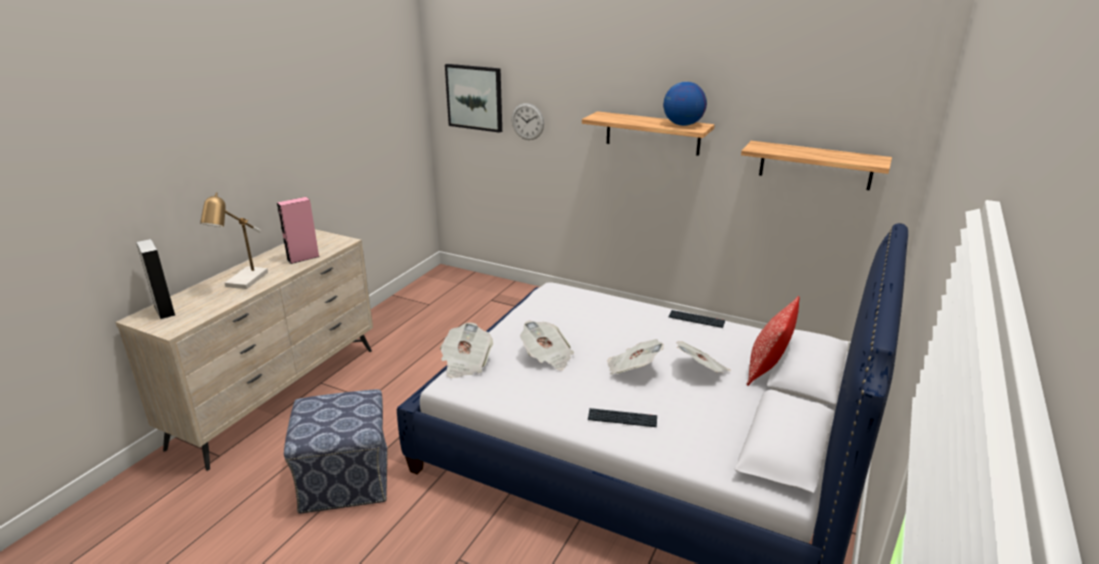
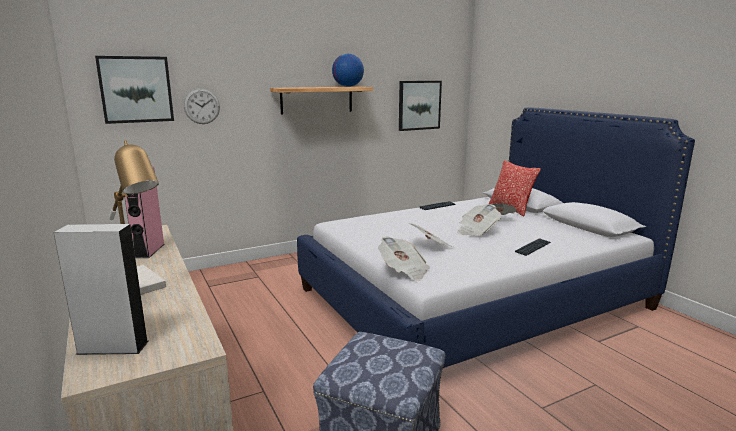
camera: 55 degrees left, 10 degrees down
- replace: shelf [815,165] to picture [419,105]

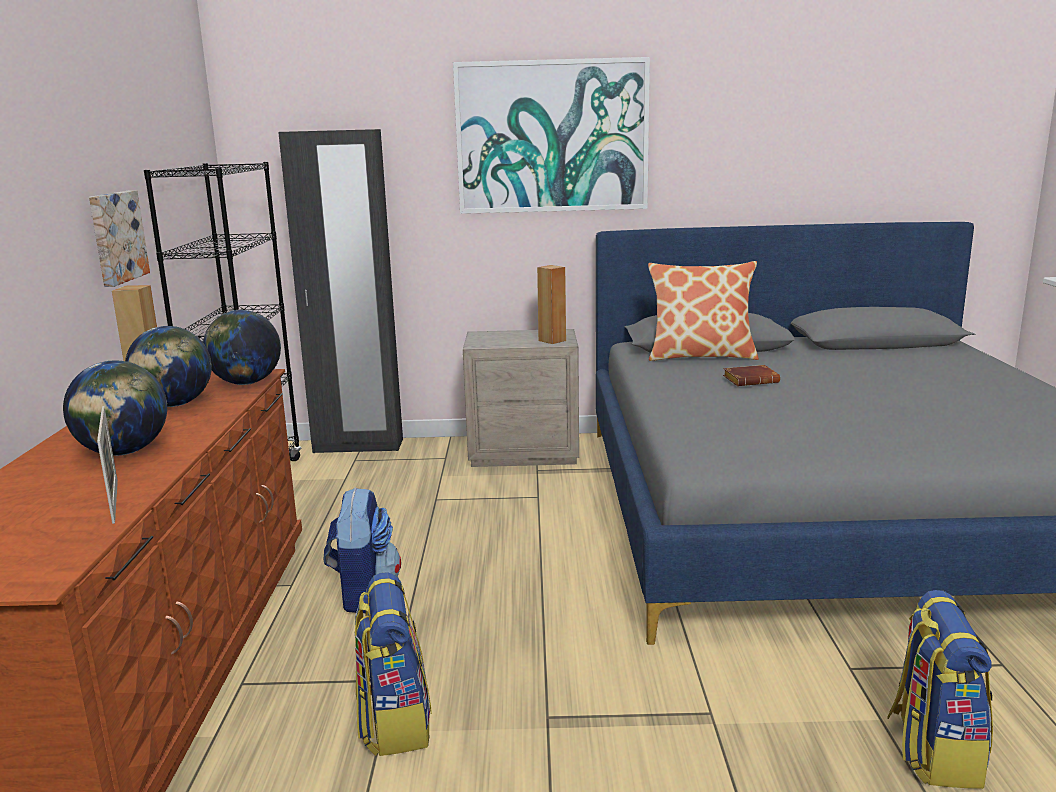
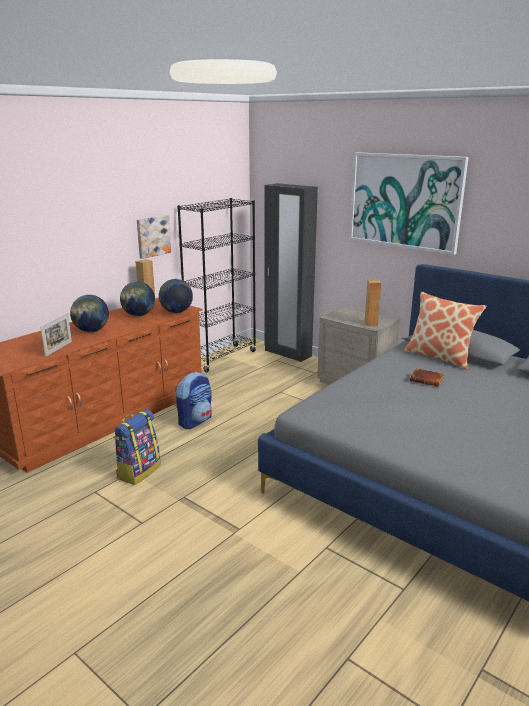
camera: 40 degrees right, 5 degrees up
- delete: backpack [933,750]

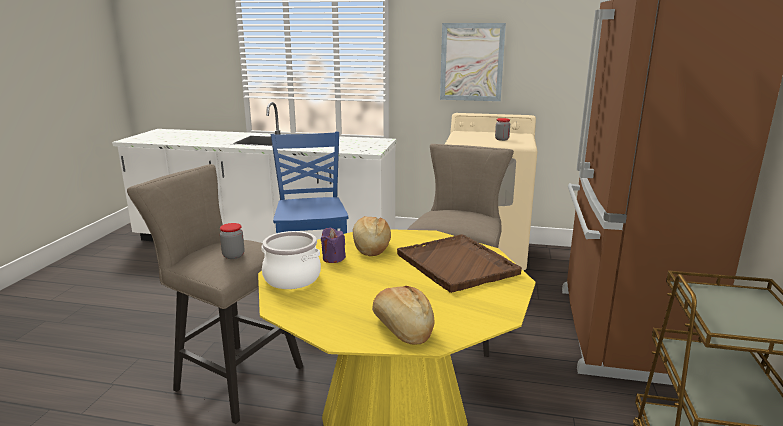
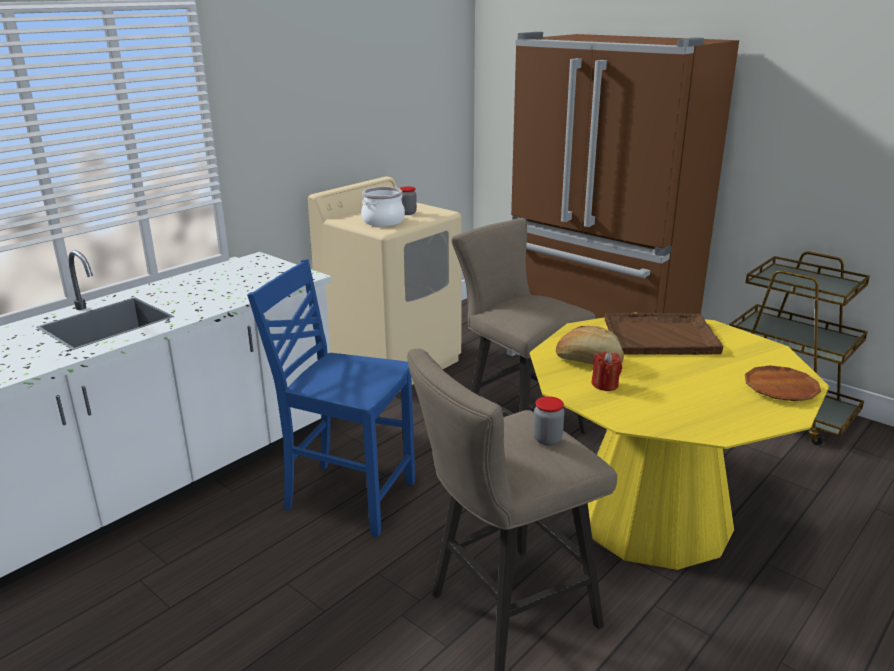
camera: 60 degrees left, 5 degrees up
- move: cooking pot [292,278] to [383,221]
- recolor: purple candle [333,258] to red candle [605,385]
- replace: bread [402,329] to brown plate [781,388]
- delete: picture [471,62]

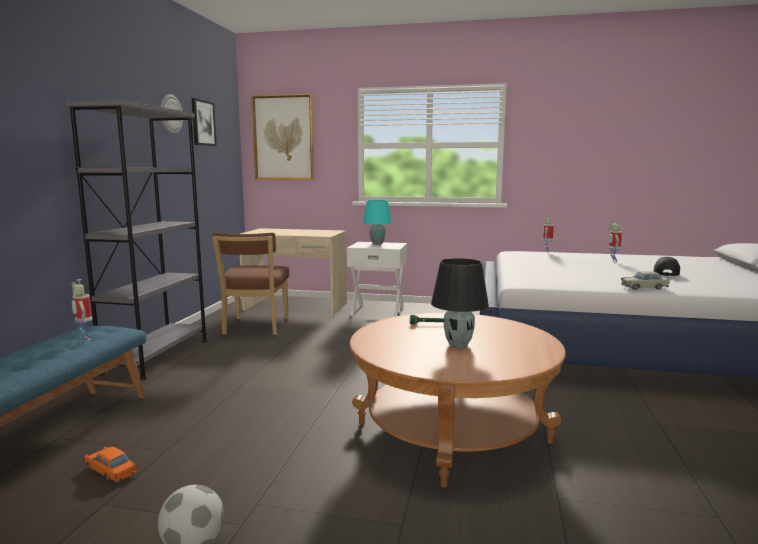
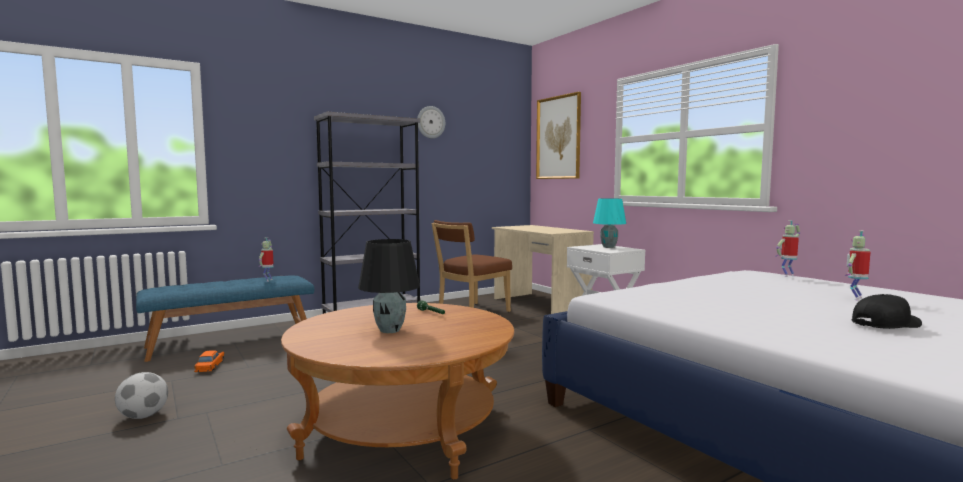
camera: 45 degrees right, 5 degrees down
- delete: picture [203,123]
- delete: beige toy car [644,287]

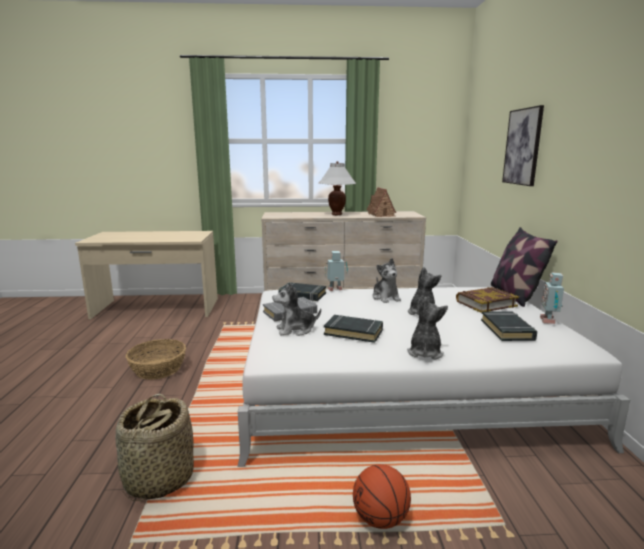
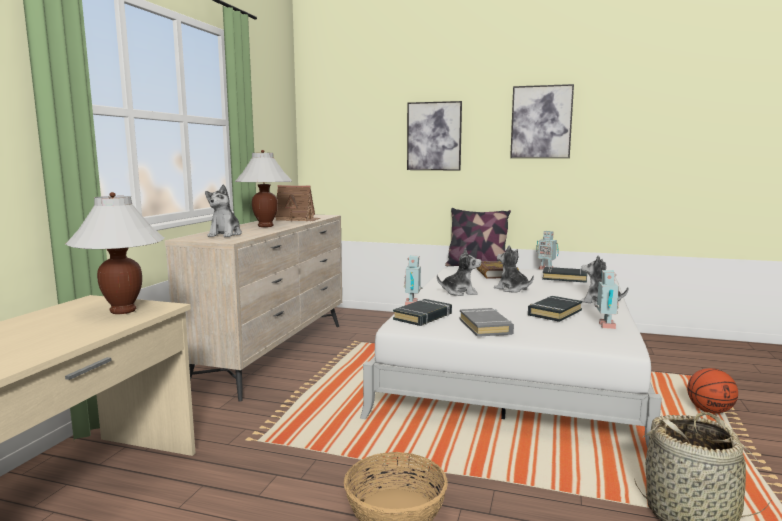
camera: 70 degrees left, 5 degrees down
- move: plush toy [295,330] to [225,234]
- insert: white table lamp [123,311]
- insert: picture [541,122]
- insert: toy robot [605,326]

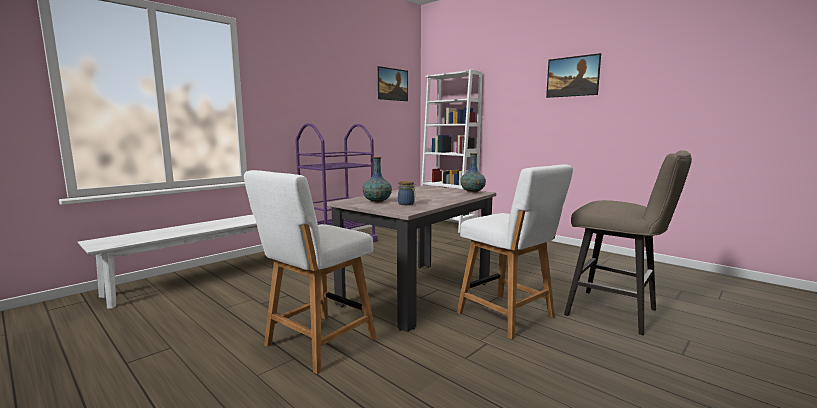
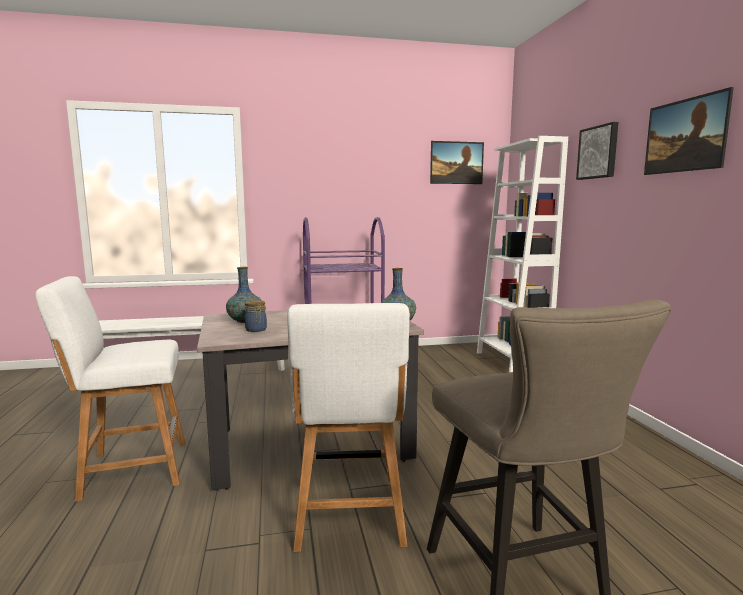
camera: 35 degrees right, 0 degrees up
- insert: picture [598,152]

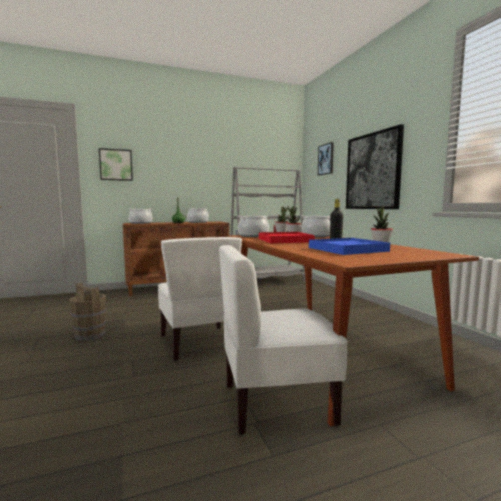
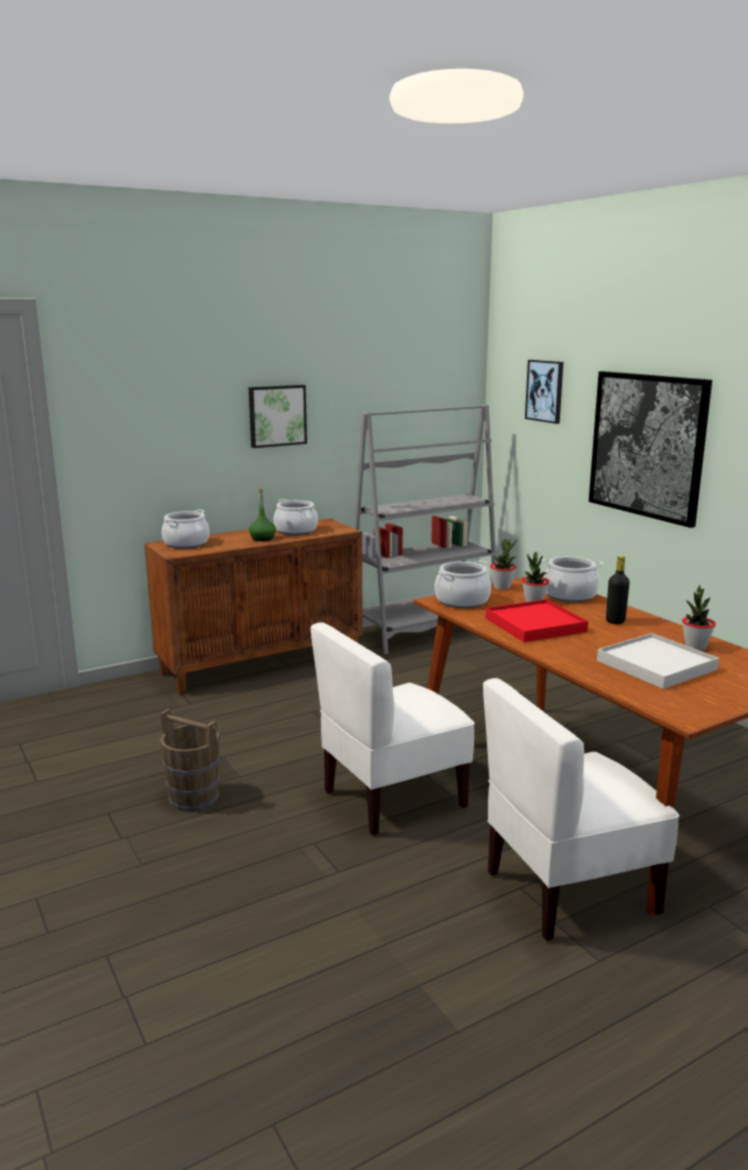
camera: 10 degrees left, 10 degrees up
- move: picture [116,165] to [276,415]
- rotate: white chair [197,343] = [392,798] 90 degrees clockwise
- recolor: blue tray [347,249] to white tray [656,665]

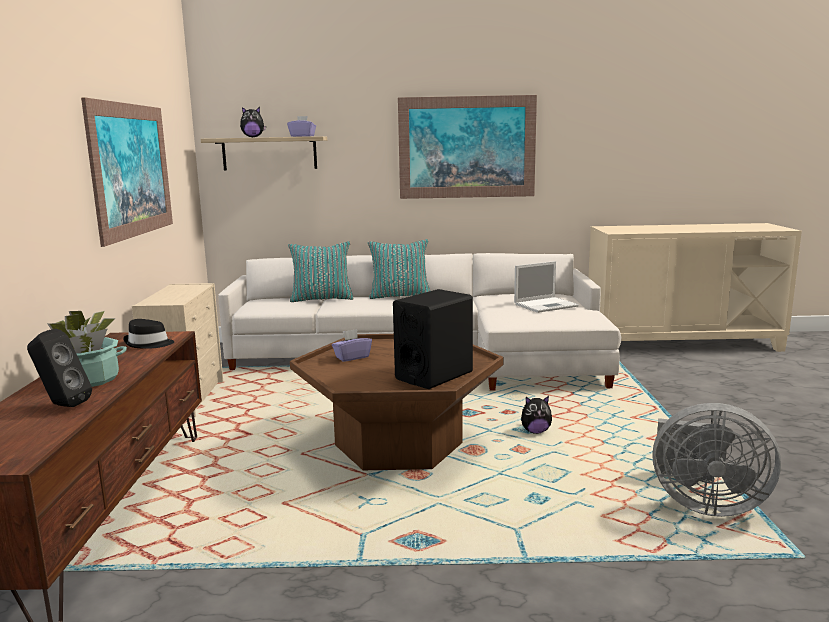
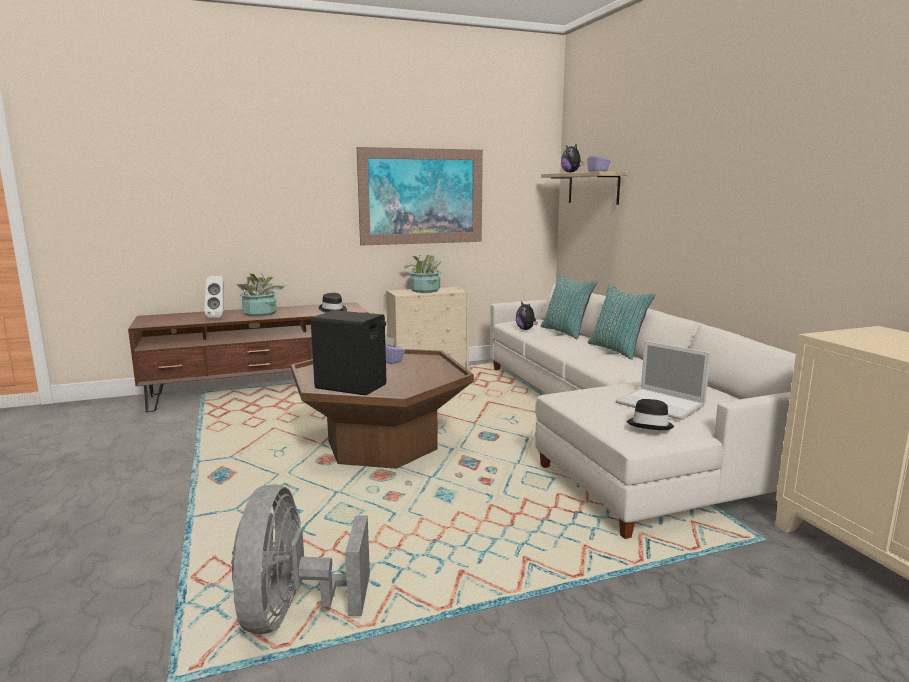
camera: 70 degrees right, 0 degrees up
- recolor: black speaker [62,405] to white speaker [218,317]
- delete: picture [467,147]
- move: plush toy [535,431] to [526,329]
- insert: potted plant [425,290]
- insert: black hat [650,425]

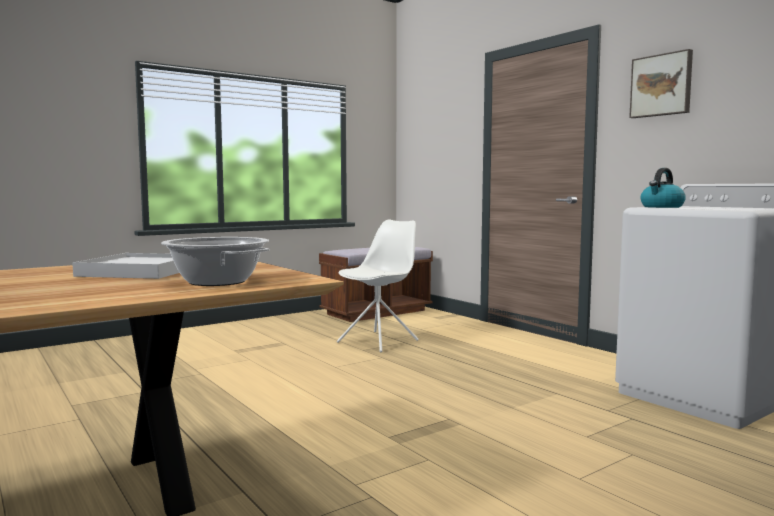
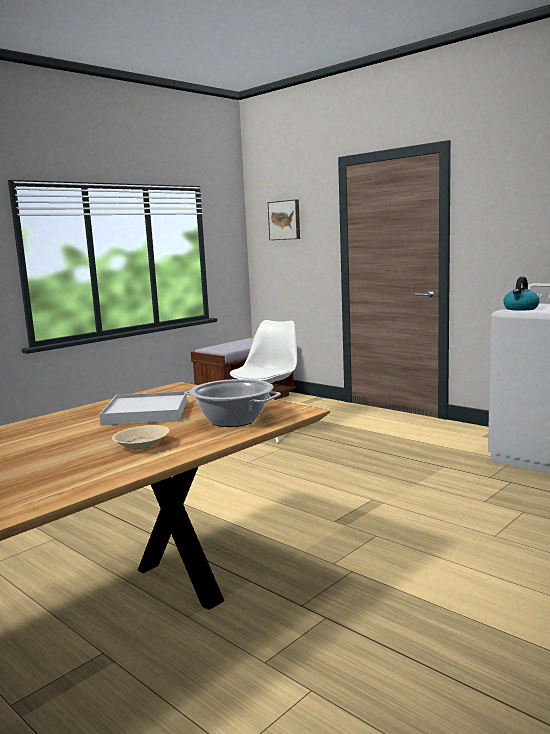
camera: 10 degrees left, 5 degrees up
- move: picture [661,85] to [285,220]
- insert: beige bowl [142,446]

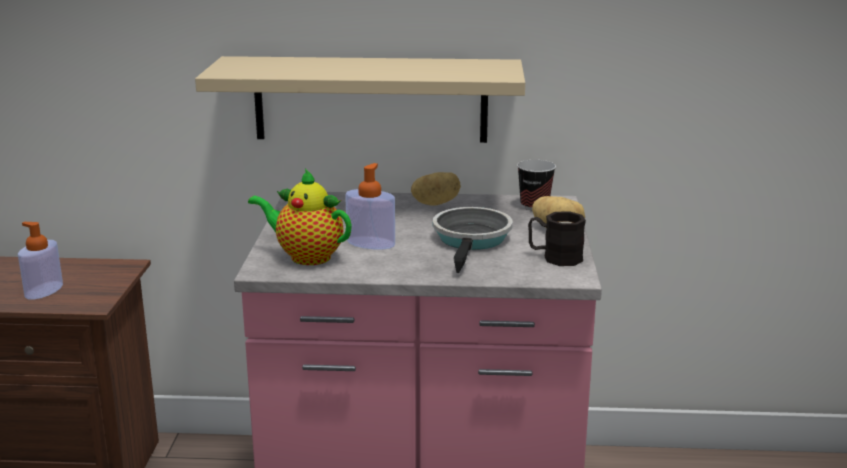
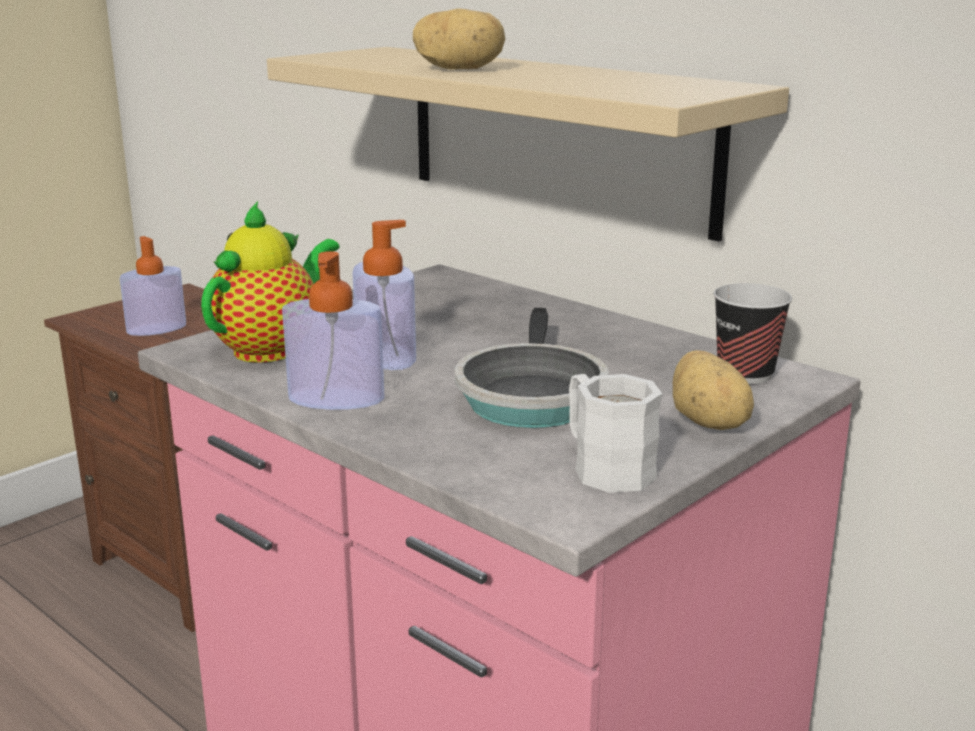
camera: 40 degrees right, 0 degrees up
- rotate: teapot [306,256] = [272,348] 60 degrees clockwise
- move: potato [435,203] to [460,69]
- rotate: frying pan [472,240] = [529,396] 135 degrees clockwise
- recolor: black mug [554,257] to white mug [604,466]
- insert: soap dispenser [336,399]

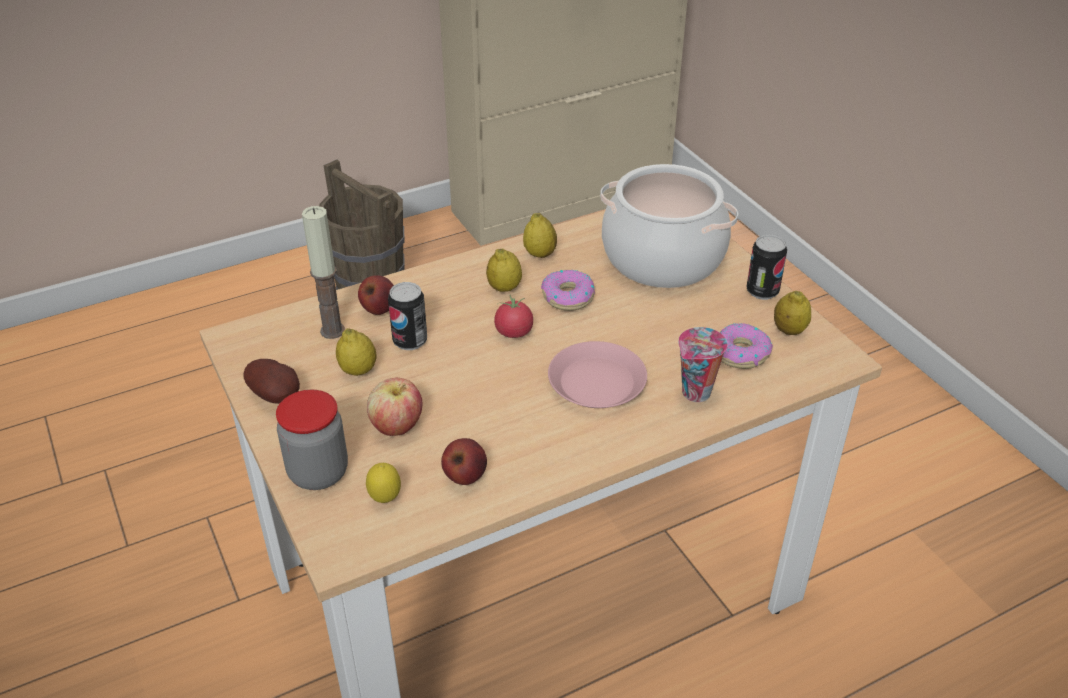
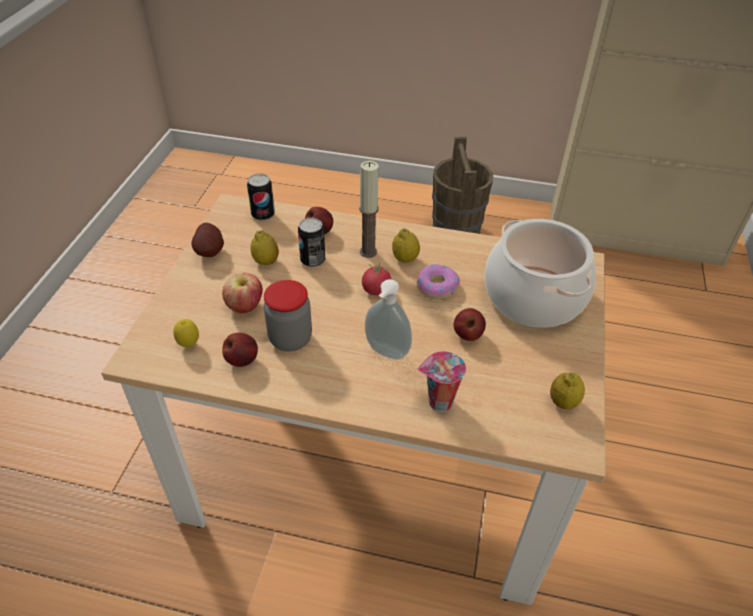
camera: 40 degrees right, 5 degrees up
- move: jar [318,473] to [290,339]
- move: candle [332,331] to [368,252]
- delete: lemon [540,254]
- replace: pink plate [596,382] to soap dispenser [385,353]
- delete: donut [740,353]
- move: can [762,291] to [263,215]
- insert: apple [467,335]

